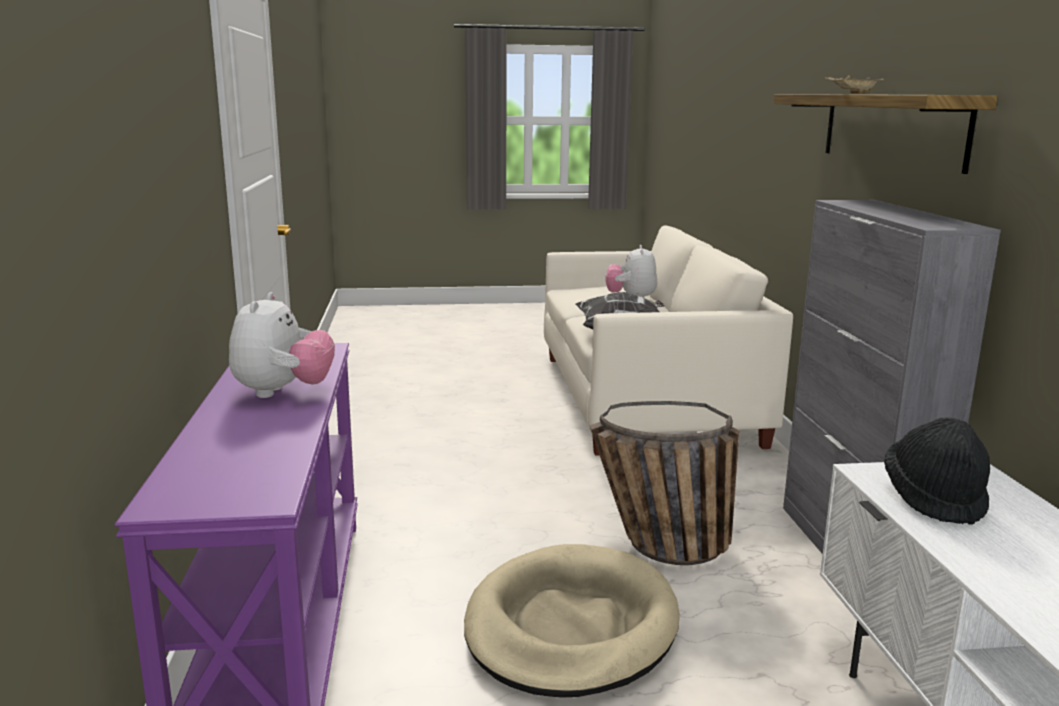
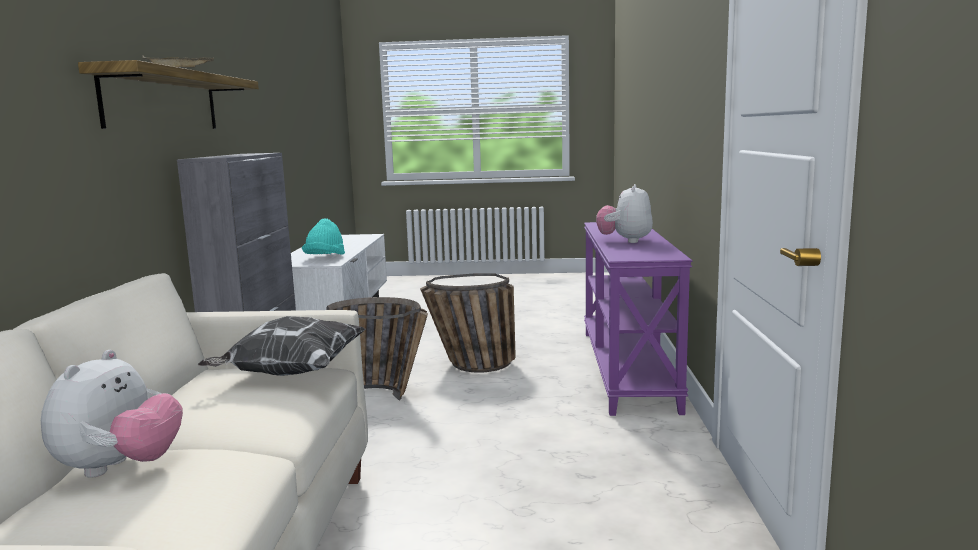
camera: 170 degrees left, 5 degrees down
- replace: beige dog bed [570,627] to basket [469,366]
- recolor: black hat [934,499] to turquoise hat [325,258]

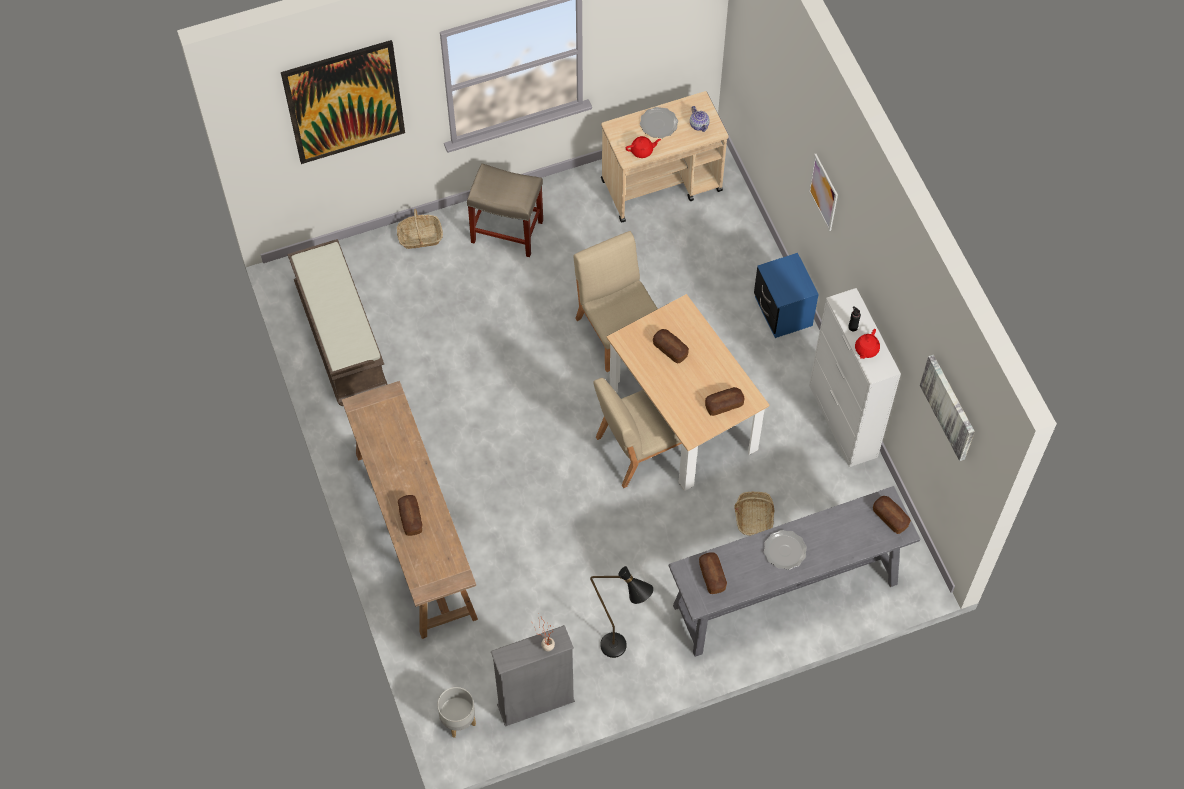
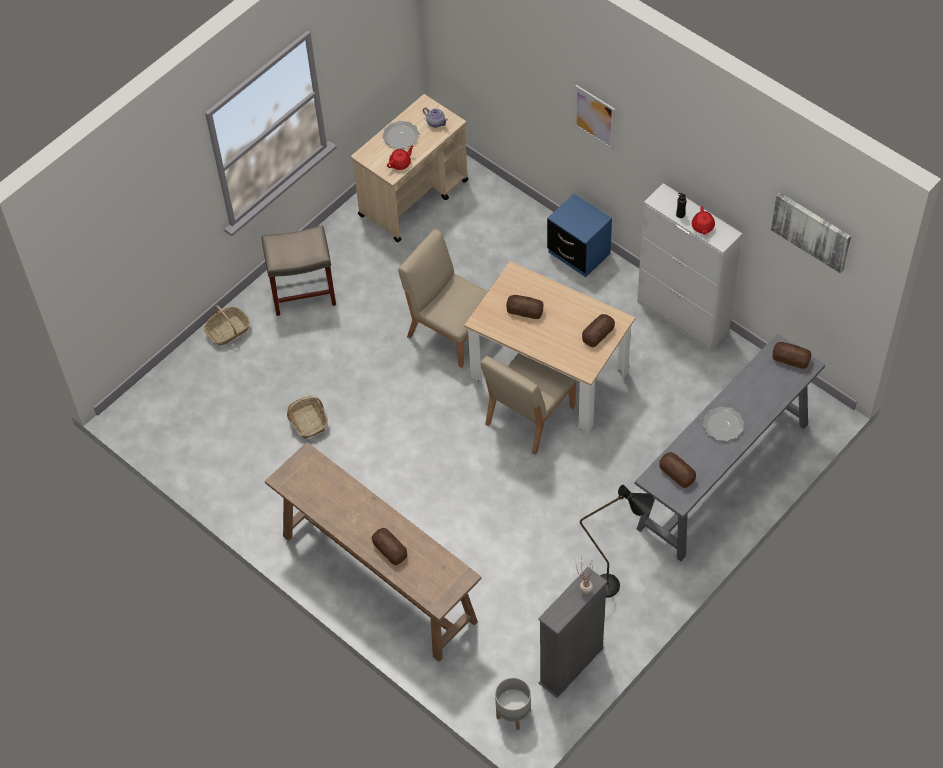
camera: 25 degrees left, 5 degrees down
- delete: picture [344,102]
- delete: brown bench [340,338]
- move: basket [754,517] to [308,421]

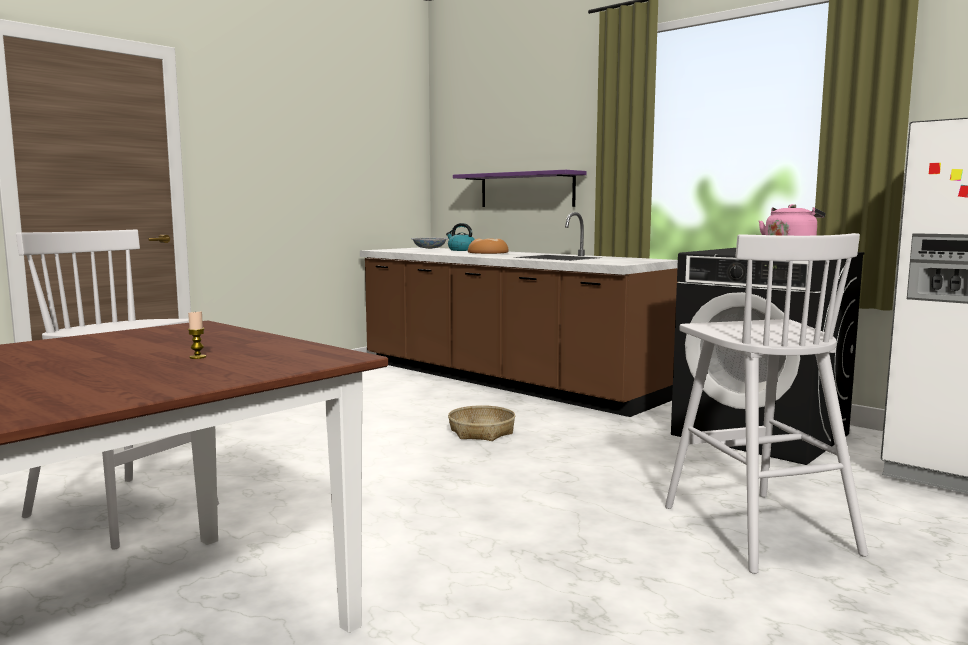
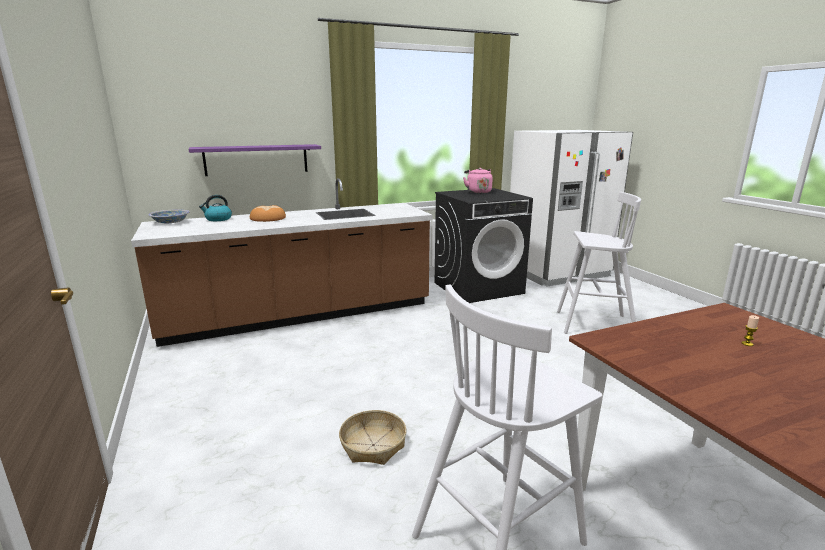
camera: 65 degrees left, 10 degrees up
- move: basket [481,432] to [373,445]

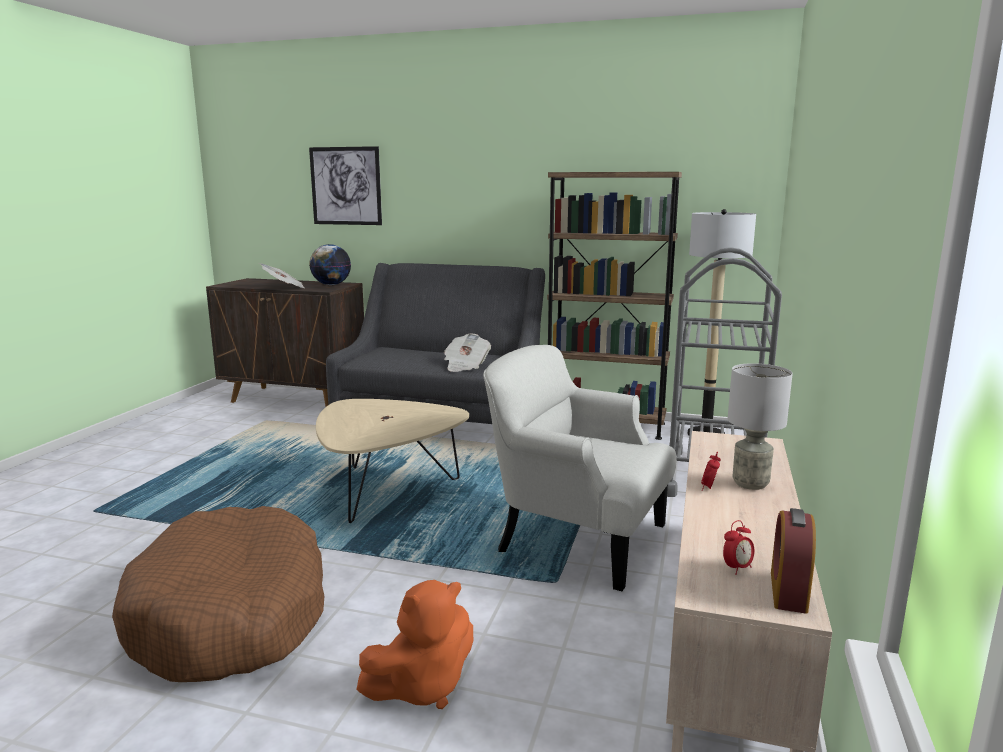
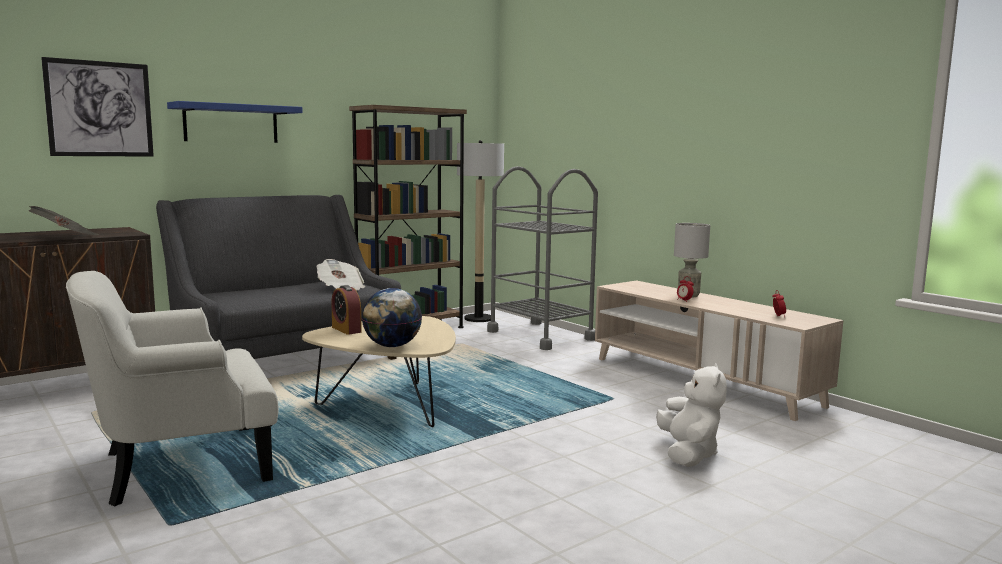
camera: 55 degrees left, 5 degrees down
- delete: brown dog bed [231,616]
- move: globe [331,285] to [392,346]
- recolor: orange plush toy [422,686] to white plush toy [688,454]
- move: white armchair [576,538] to [181,465]
- move: alarm clock [788,591] to [346,329]
- insert: blue shelf [231,123]

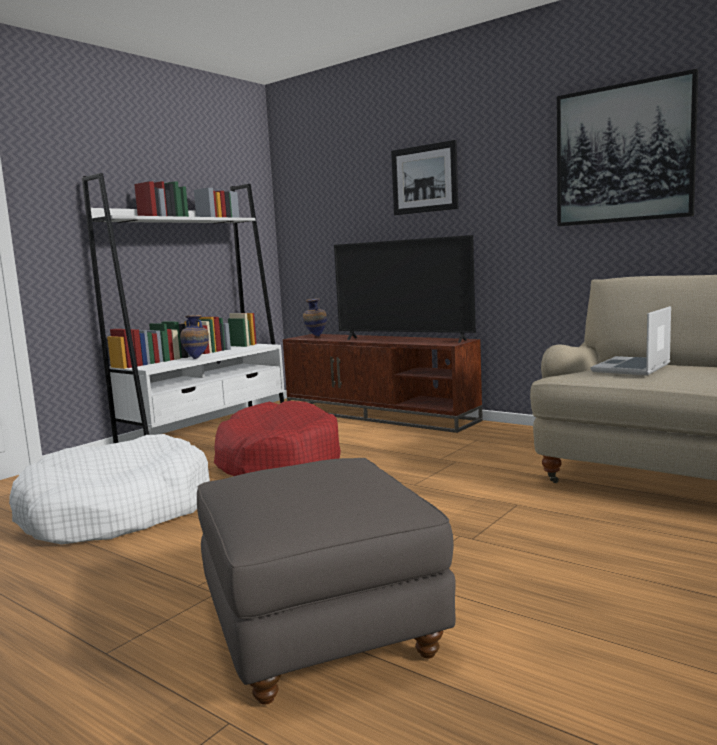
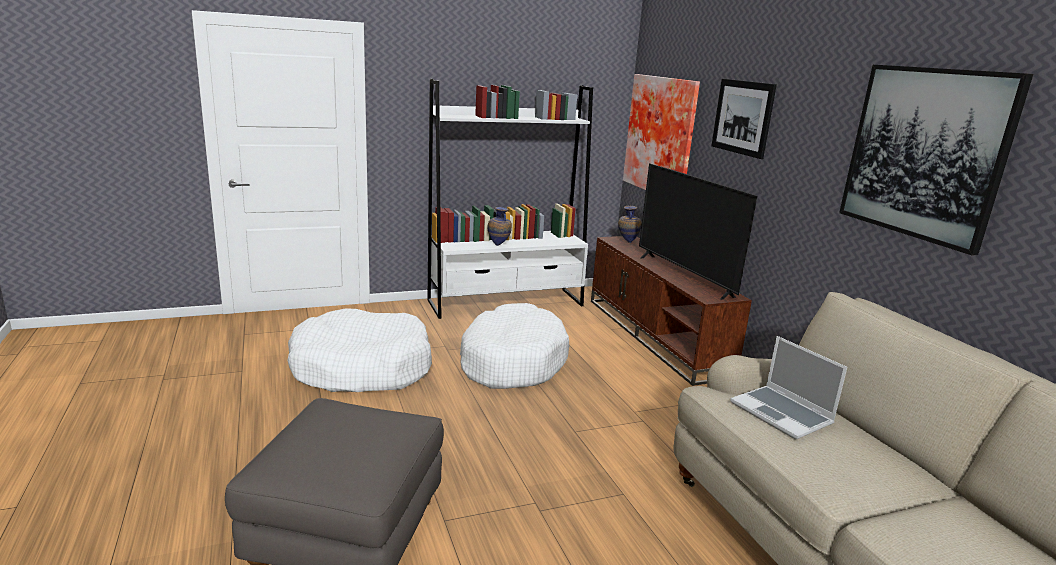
camera: 30 degrees right, 10 degrees up
- recolor: red dog bed [278,462] to white dog bed [511,361]
- rotate: laptop [632,368] = [782,414] 105 degrees counterclockwise
- insert: picture [662,136]

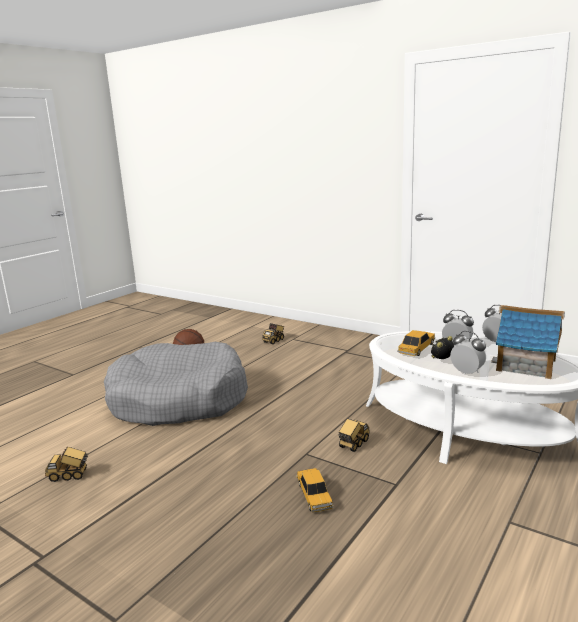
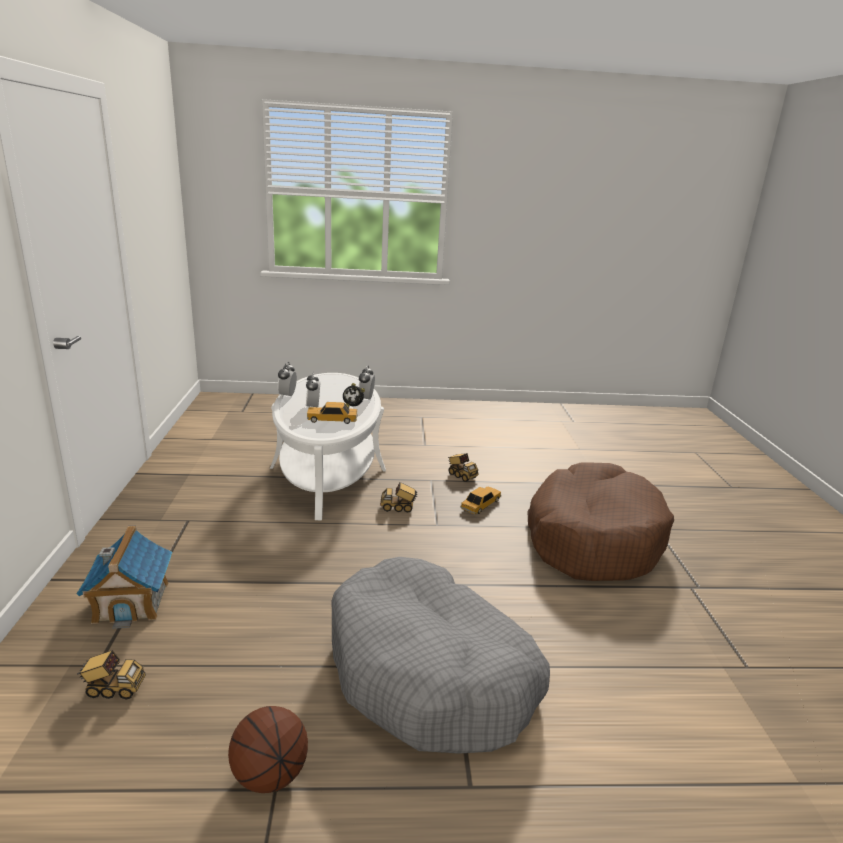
camera: 130 degrees left, 5 degrees up
- move: toy truck [69,475] to [461,475]
- move: toy house [526,365] to [132,602]
- insert: brown dog bed [592,538]

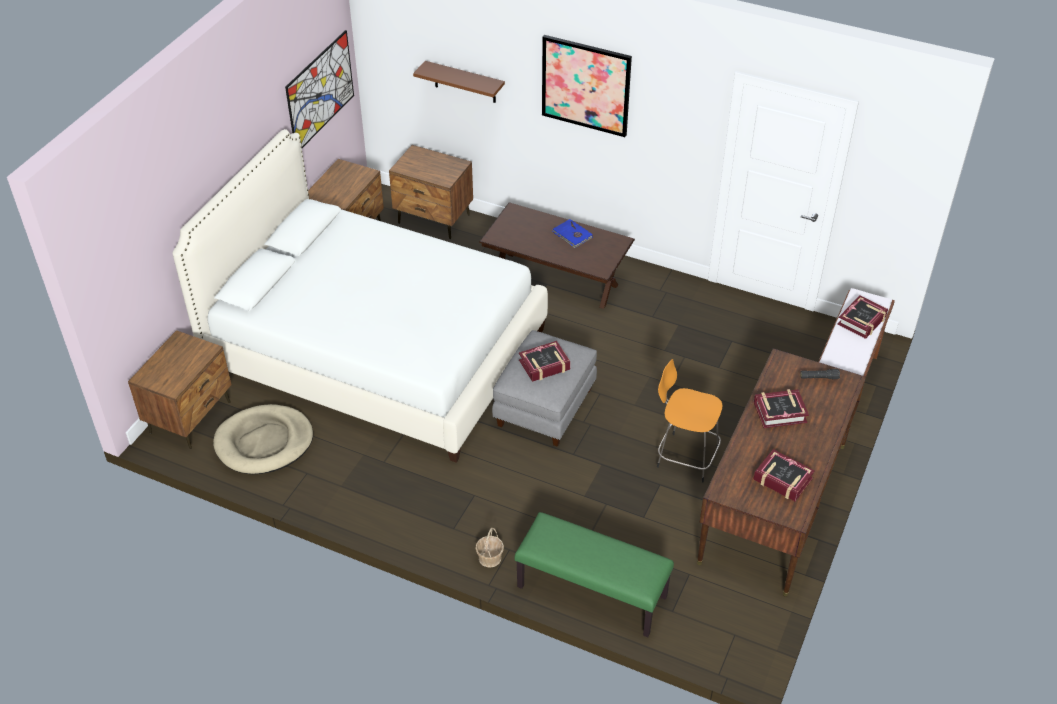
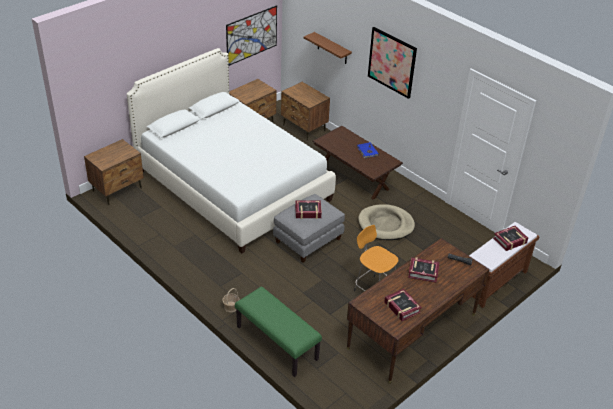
camera: 20 degrees right, 5 degrees down
- move: beige dog bed [264,442] to [386,224]

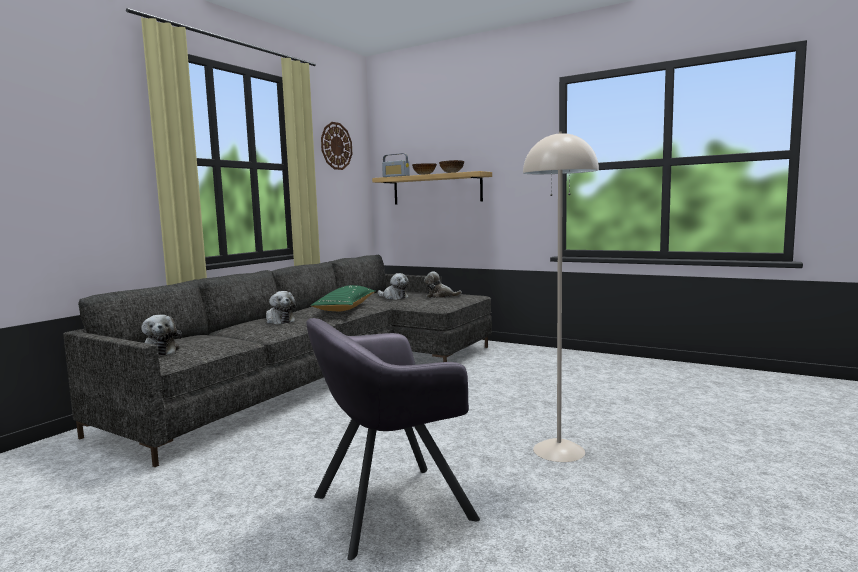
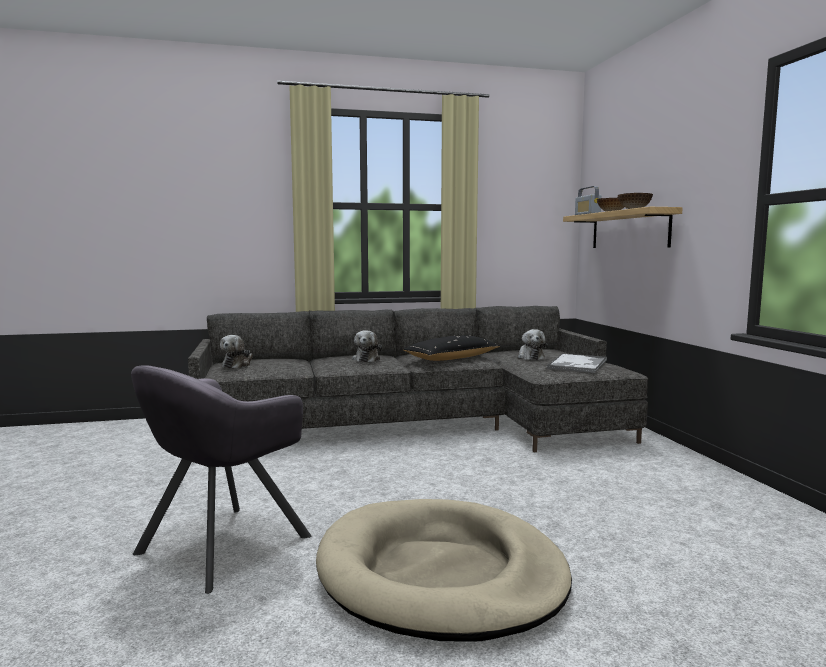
camera: 45 degrees right, 0 degrees up
- rotate: grey armchair [391,507] = [222,545] 75 degrees counterclockwise
- recolor: green pillow [345,307] to black pillow [452,358]
- delete: wall clock [336,146]
- replace: plush toy [440,296] to tray [577,364]
- replace: beige floor lamp [559,450] to beige dog bed [440,574]

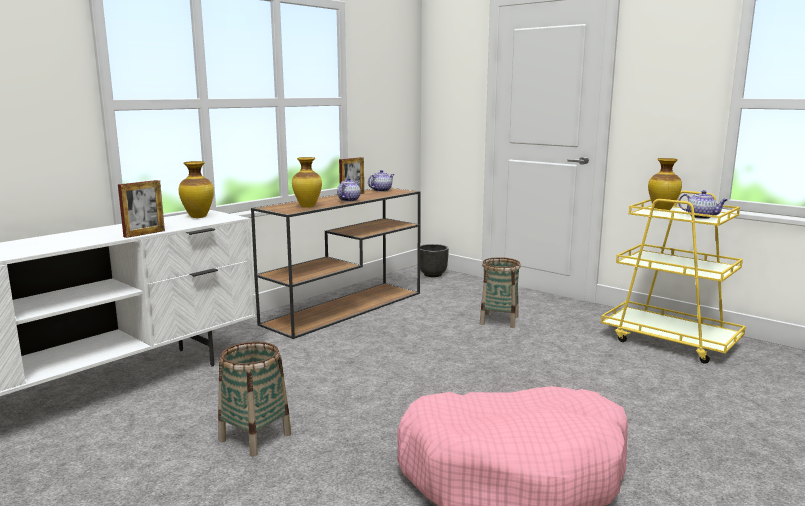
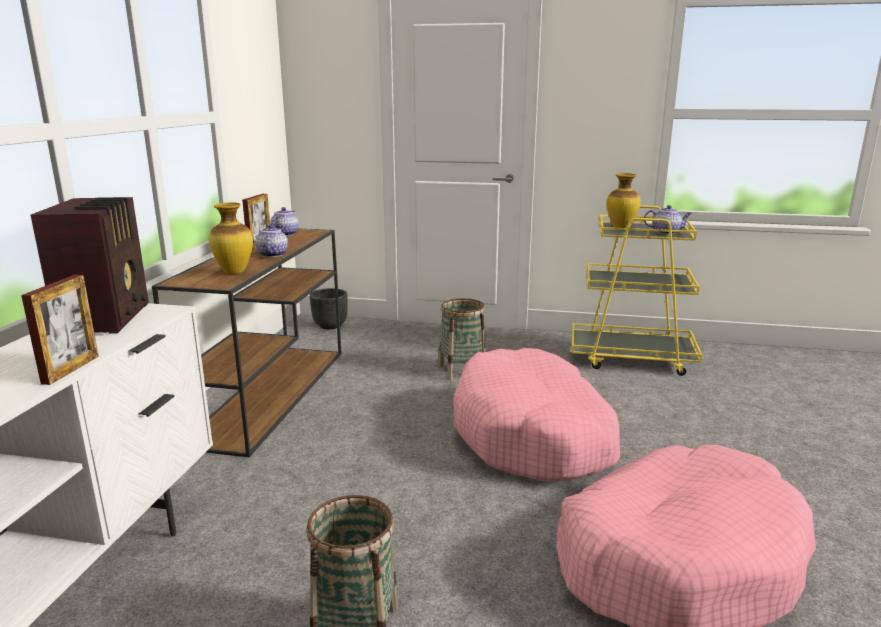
camera: 30 degrees left, 5 degrees up
- replace: vase [198,217] to radio [108,318]
- insert: pink dog bed [533,435]

